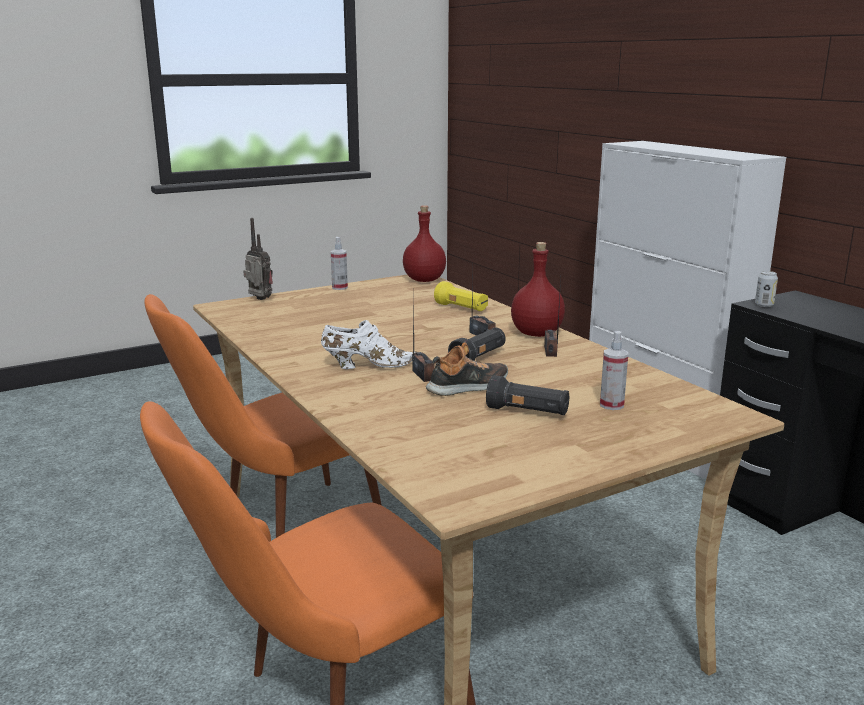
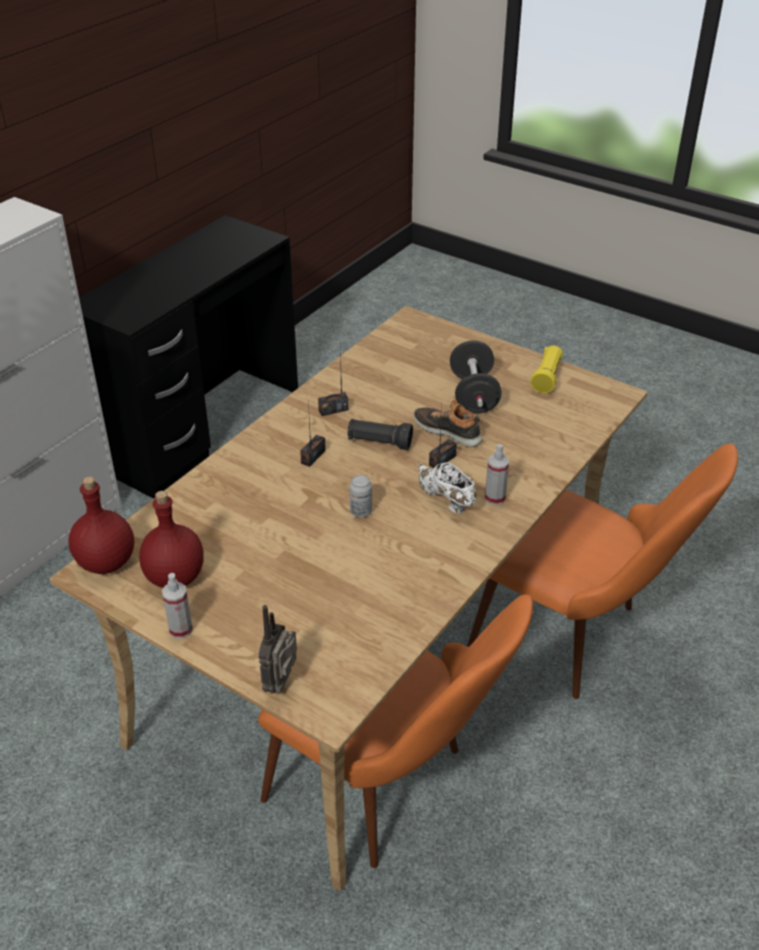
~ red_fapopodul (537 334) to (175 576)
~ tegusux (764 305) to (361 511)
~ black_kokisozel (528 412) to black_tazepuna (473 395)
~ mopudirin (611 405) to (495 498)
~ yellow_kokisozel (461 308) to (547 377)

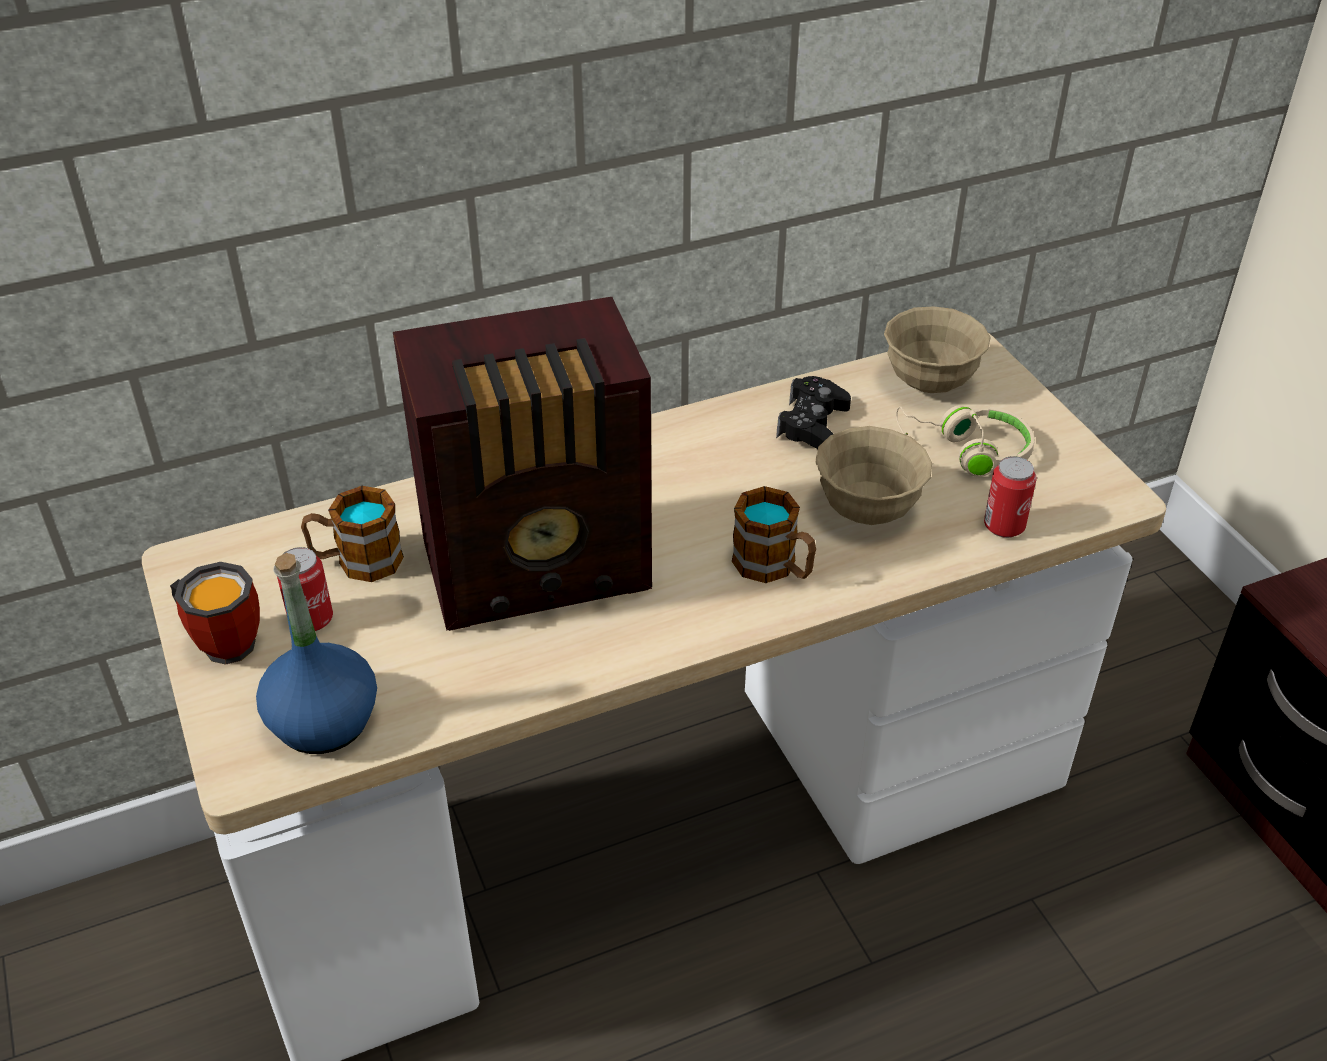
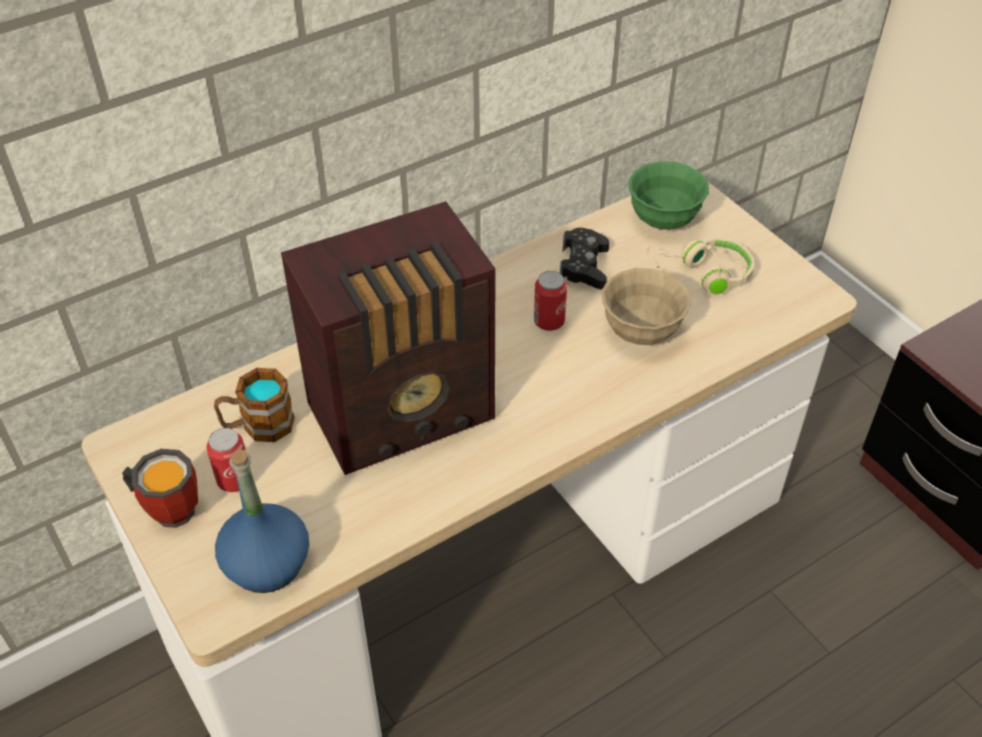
~ tegusux (1004 526) to (549 322)
~ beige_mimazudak (929 382) to green_mimazudak (663 220)
- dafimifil (774 567)

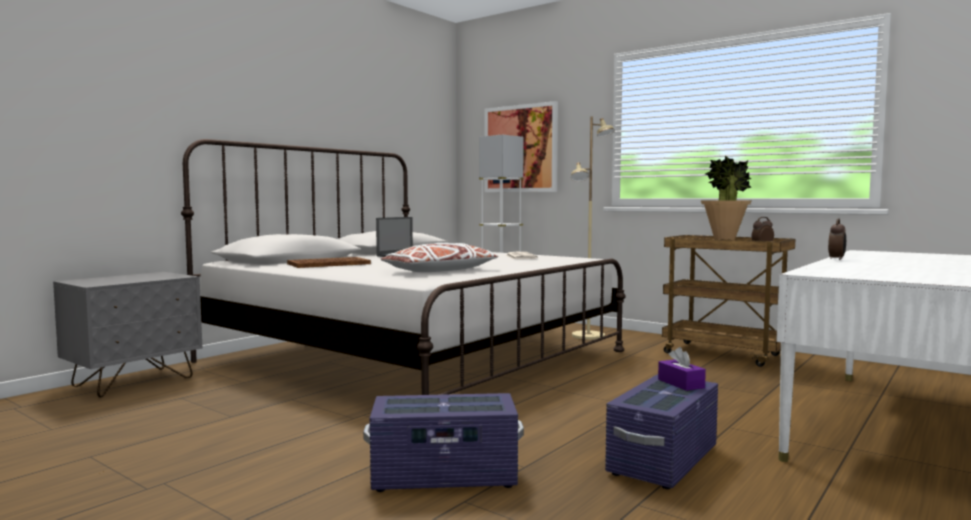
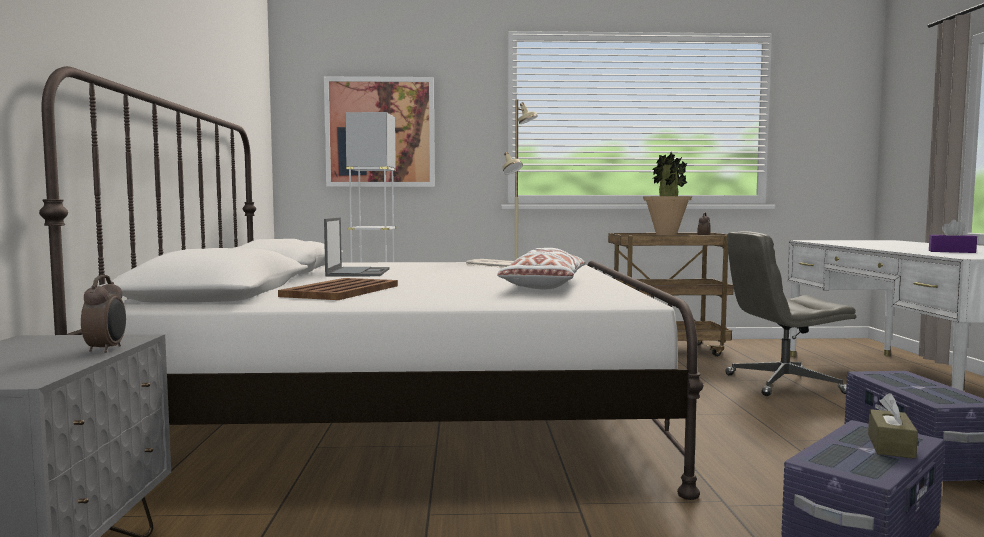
~ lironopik (837 259) to (107 349)
+ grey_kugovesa (782 384)
+ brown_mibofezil (890 446)
~ purple_mibofezil (681 383) to (951 251)

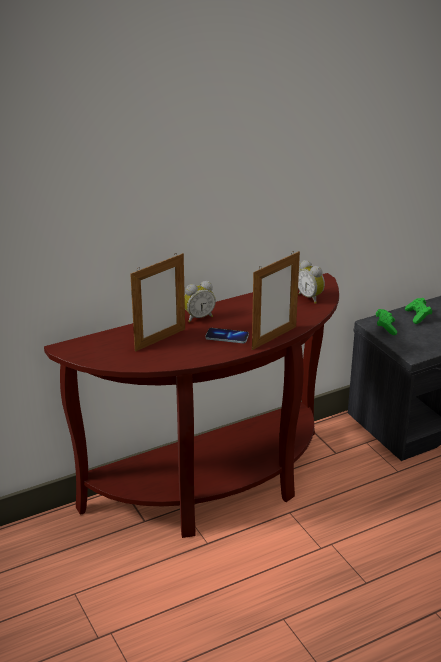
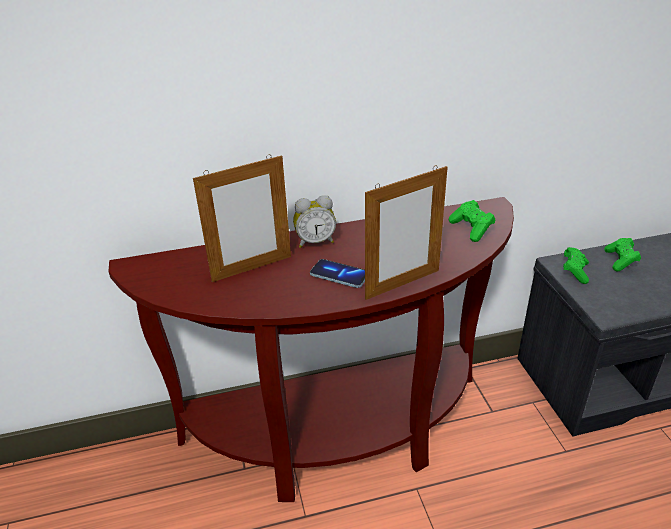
~ lironopik (310 297) to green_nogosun (471 229)

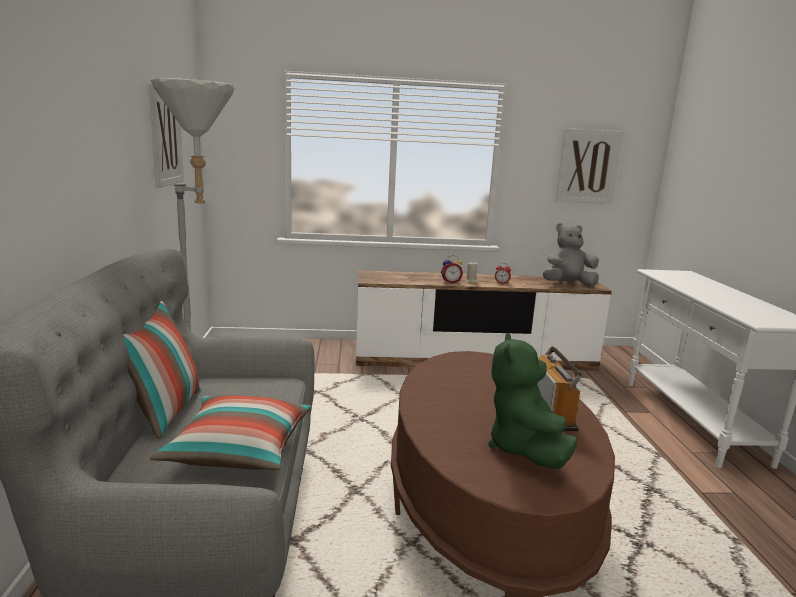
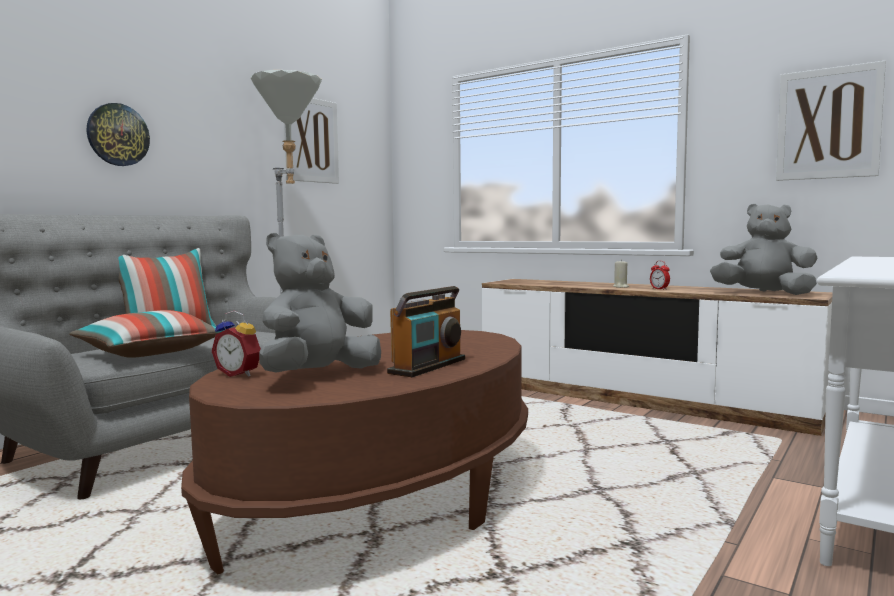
+ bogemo (118 135)
~ lironopik (450 282) to (240 374)
~ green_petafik (524 449) to grey_petafik (319 375)

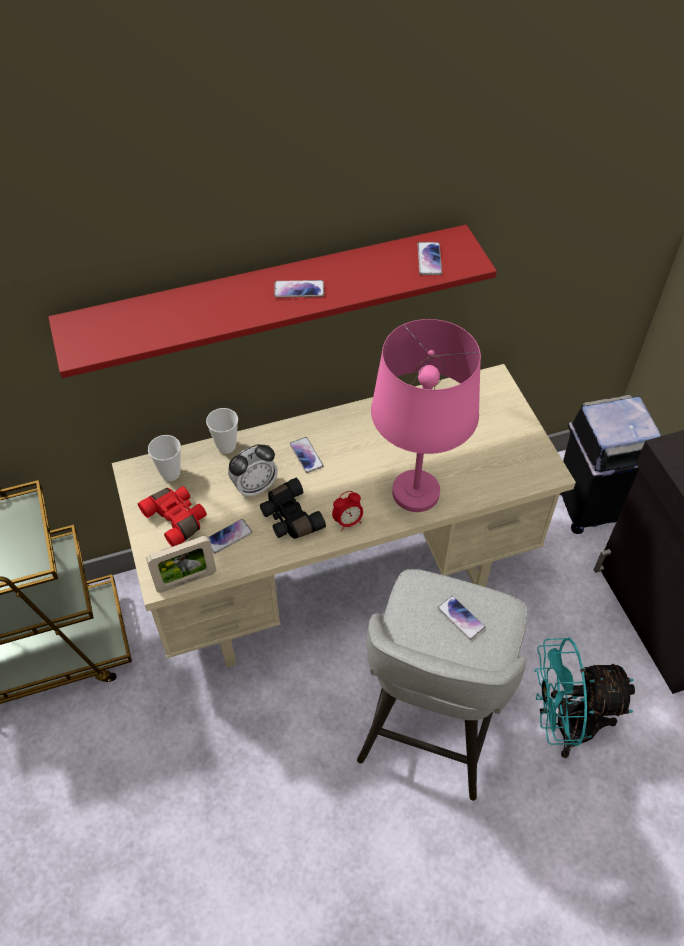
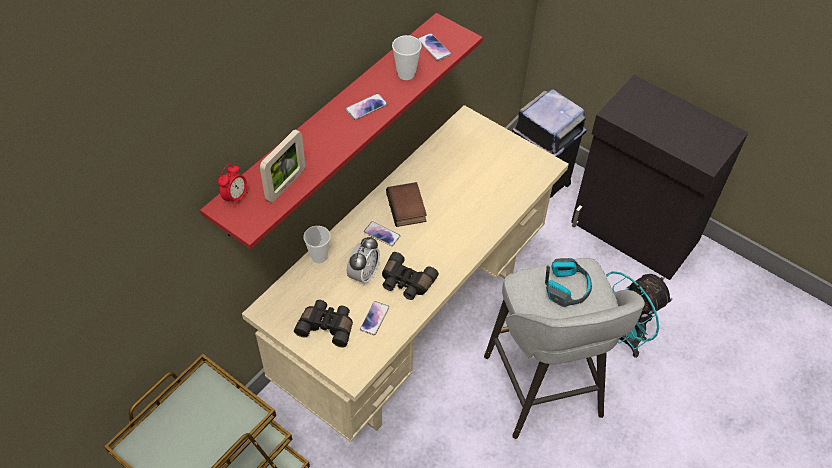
~ lironopik (348 522) to (235 197)
~ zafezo (186 580) to (286 185)
~ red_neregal (177 519) to black_neregal (327 326)
+ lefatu (408 208)
~ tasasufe (170 473) to (406 74)
~ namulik (461 618) to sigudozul (566 287)
- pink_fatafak (415 493)

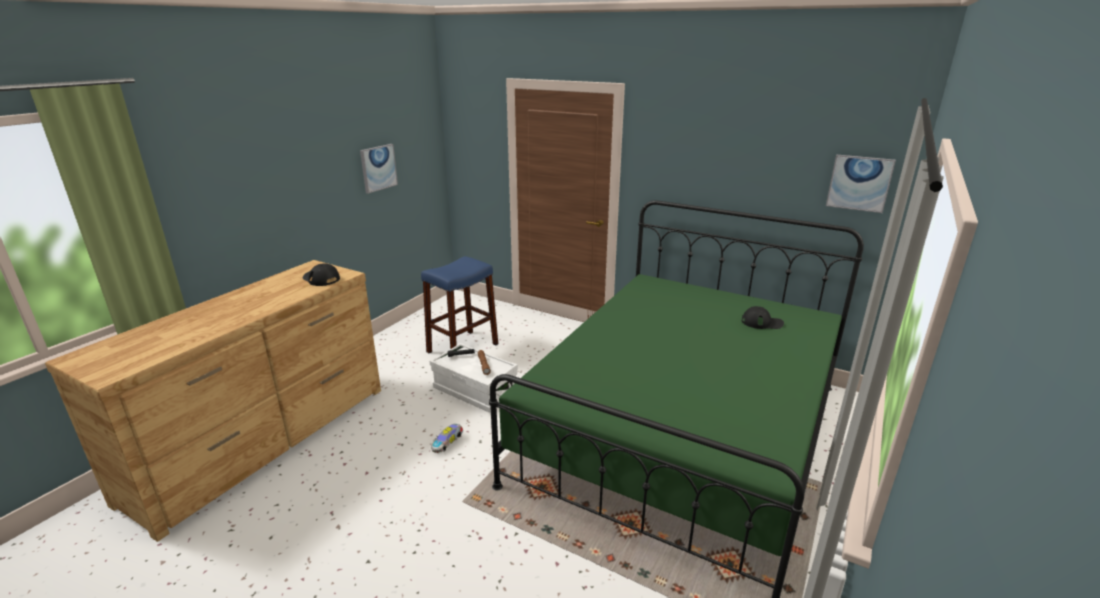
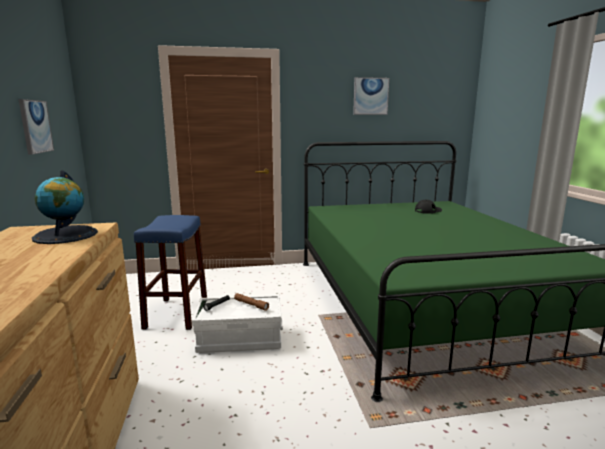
~ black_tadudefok (321 279) to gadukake (66 235)
~ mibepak (859 183) to (370 96)
- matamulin (447 443)

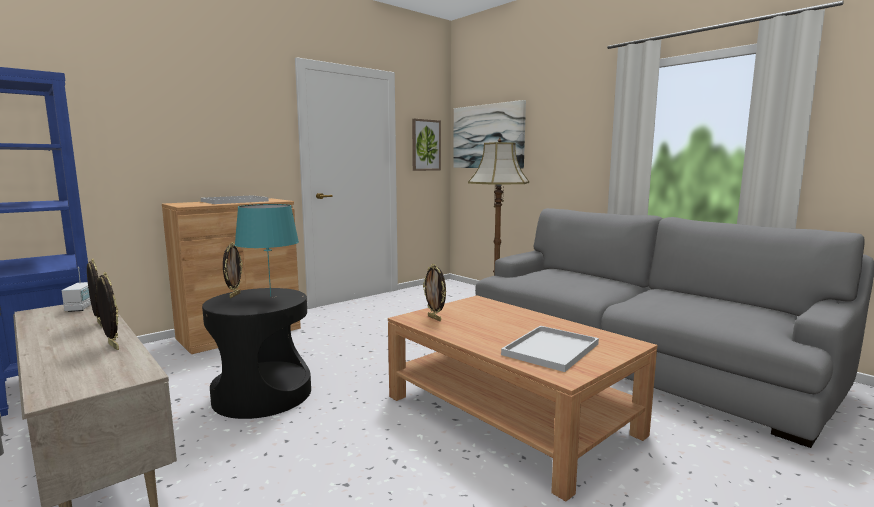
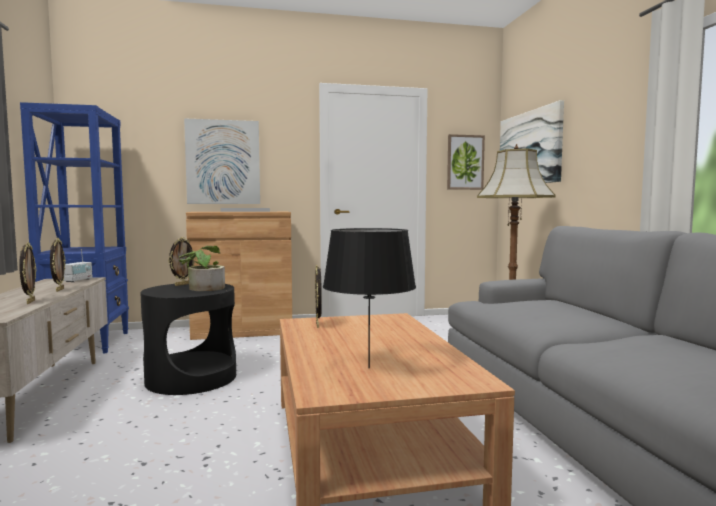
~ turquoise_fatafak (270 296) to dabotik (203 288)
+ mibepak (223 162)
~ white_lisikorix (550 348) to black_fatafak (369 368)

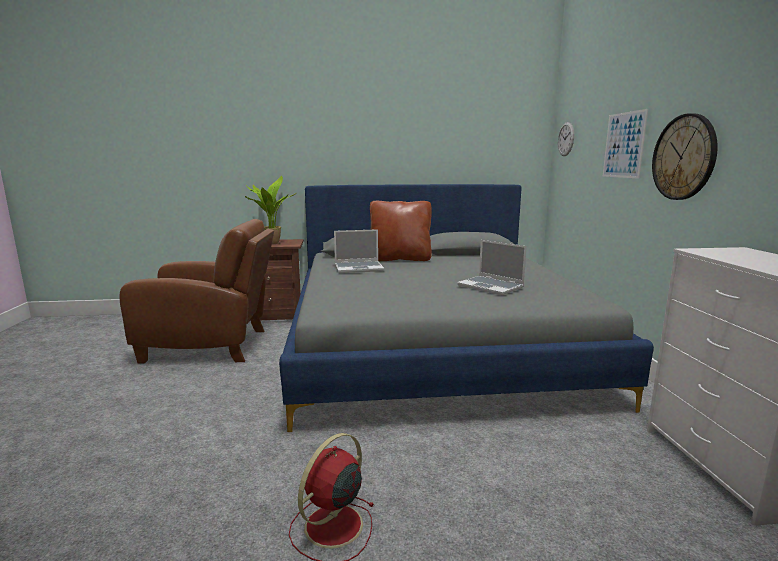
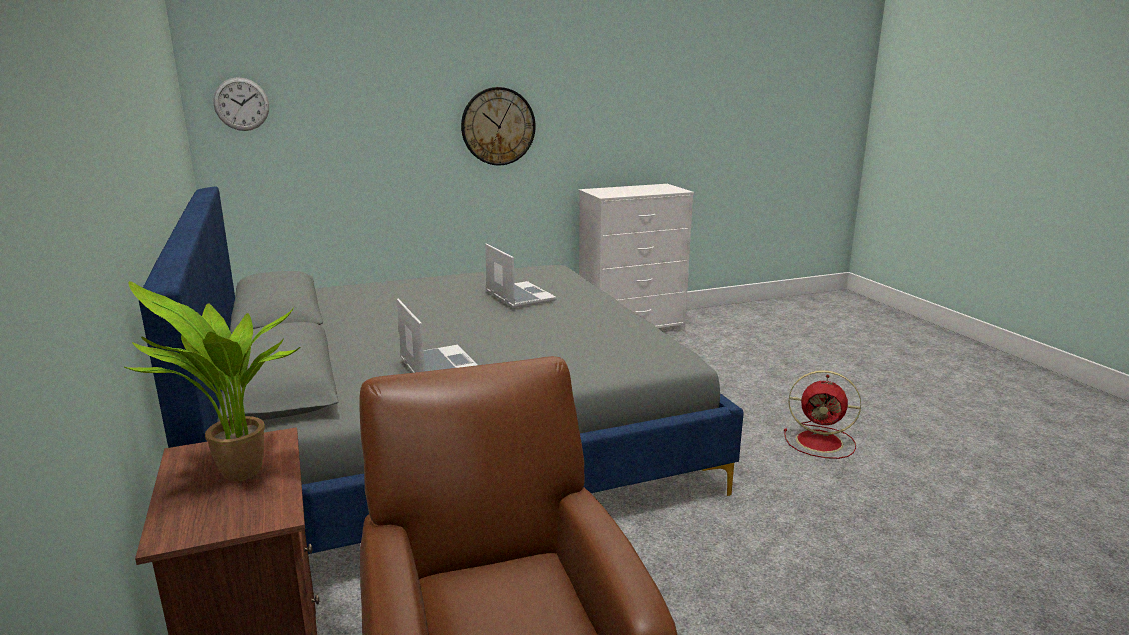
~ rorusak (491 287) = (518 296) 60 degrees counterclockwise
- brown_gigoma (400 259)
- mibepak (624 145)

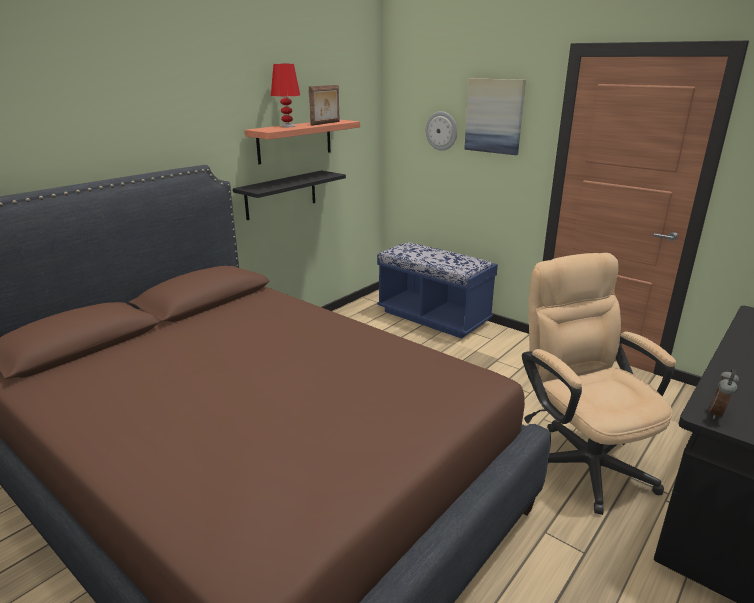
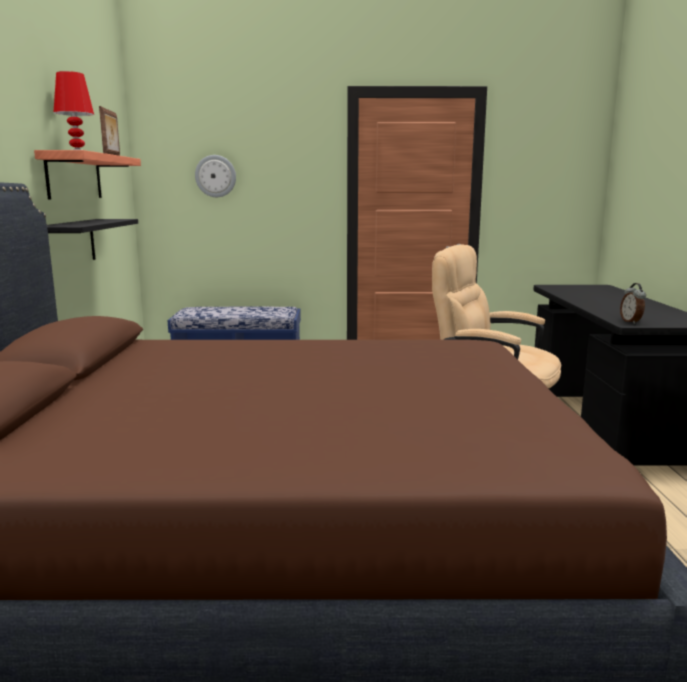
- mibepak (494 116)

